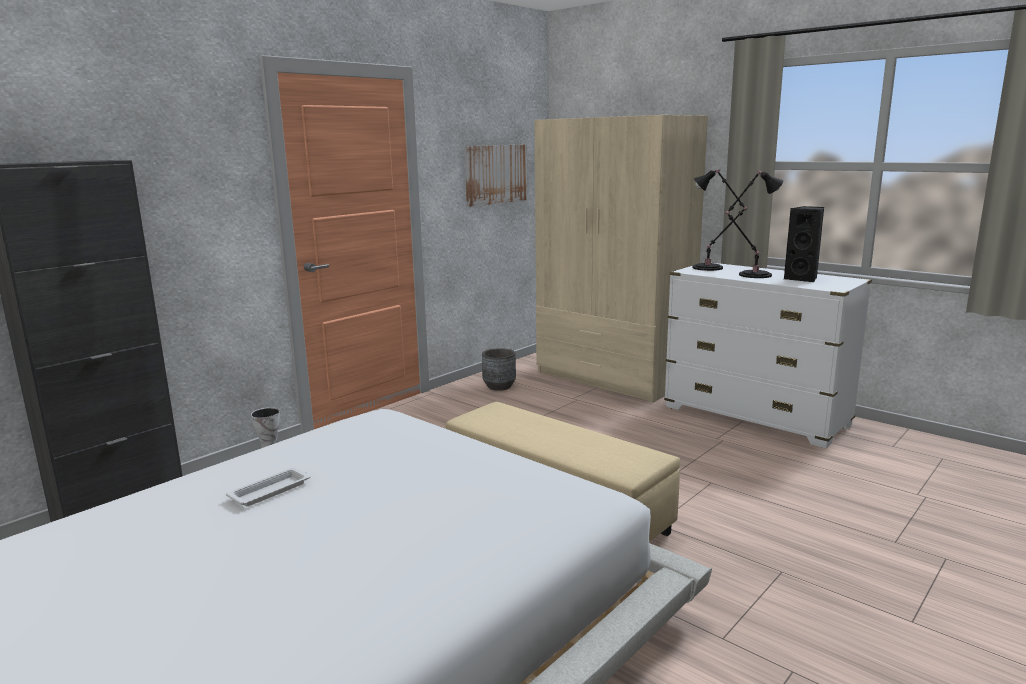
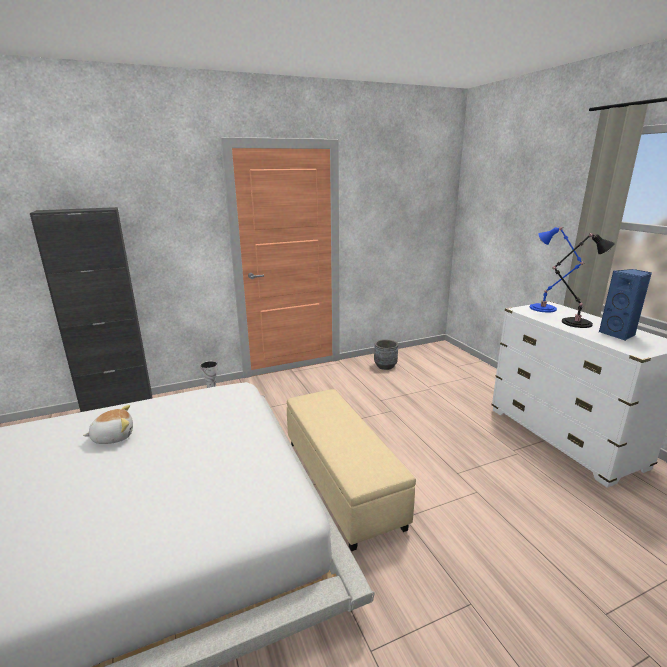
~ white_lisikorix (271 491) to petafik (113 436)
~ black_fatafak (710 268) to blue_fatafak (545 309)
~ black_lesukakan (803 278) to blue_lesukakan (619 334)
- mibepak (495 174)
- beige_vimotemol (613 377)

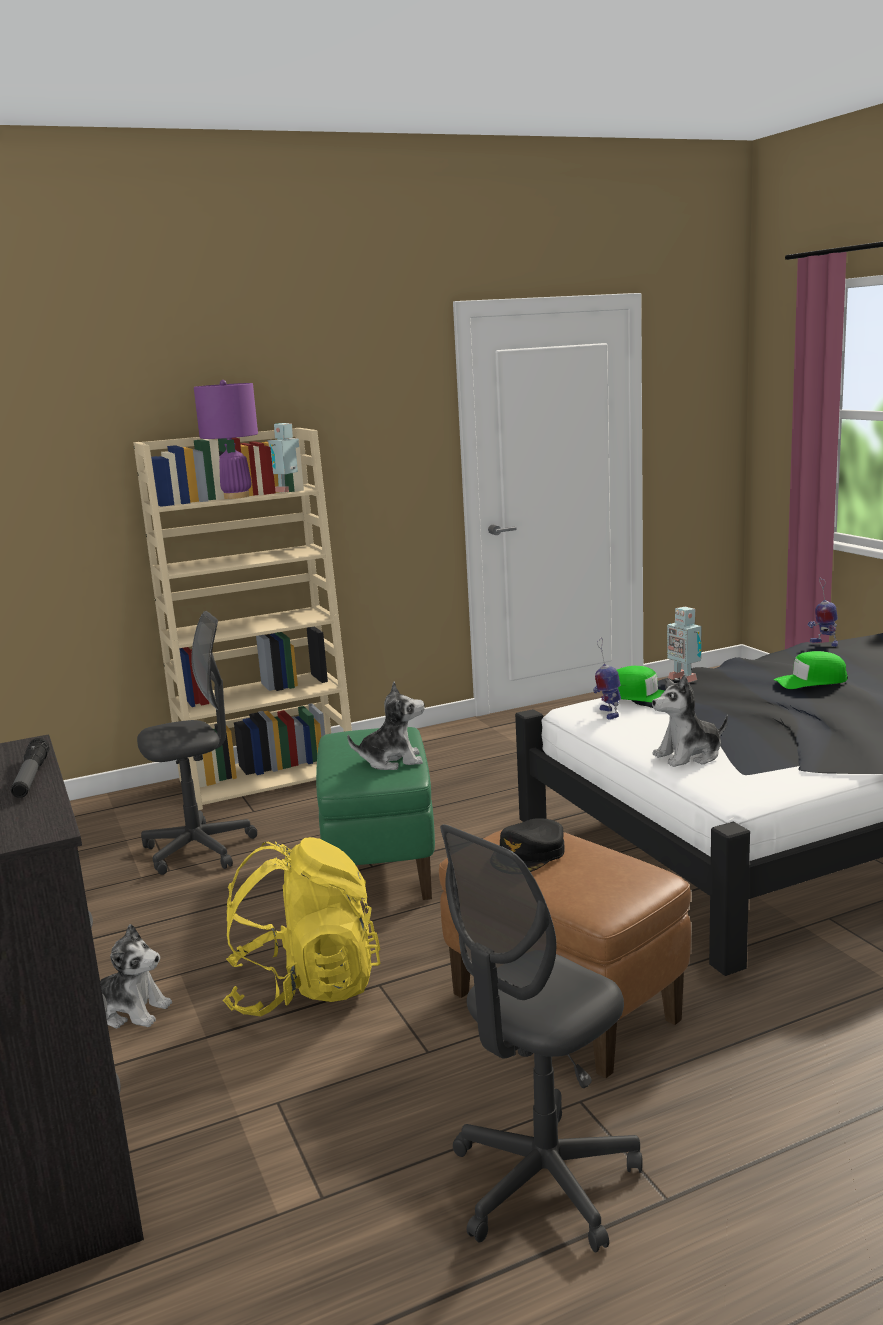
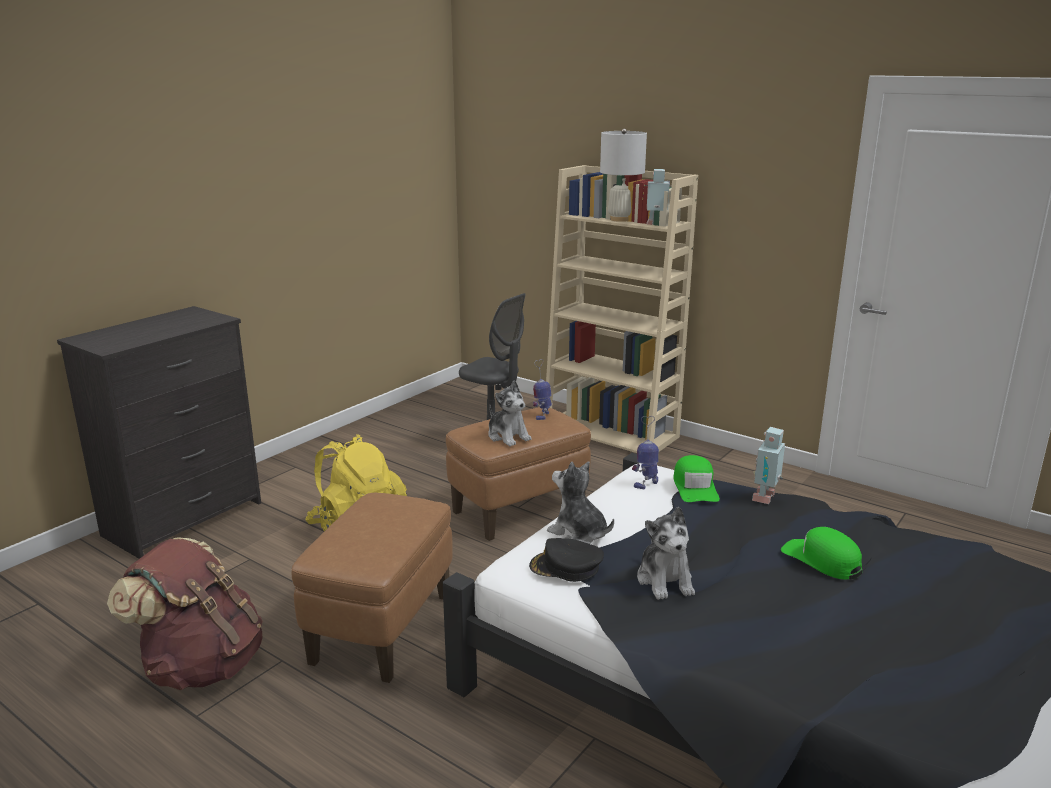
~ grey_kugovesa (544 1183) to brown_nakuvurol (201 665)
~ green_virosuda (380 867) to brown_virosuda (519 510)
~ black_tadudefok (529 855) to (566 567)
~ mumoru (823 643) to (542 415)
~ purple_fatafak (235 496) to white_fatafak (620 219)
~ petafik (132 1011) to (665 580)
- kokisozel (31 777)

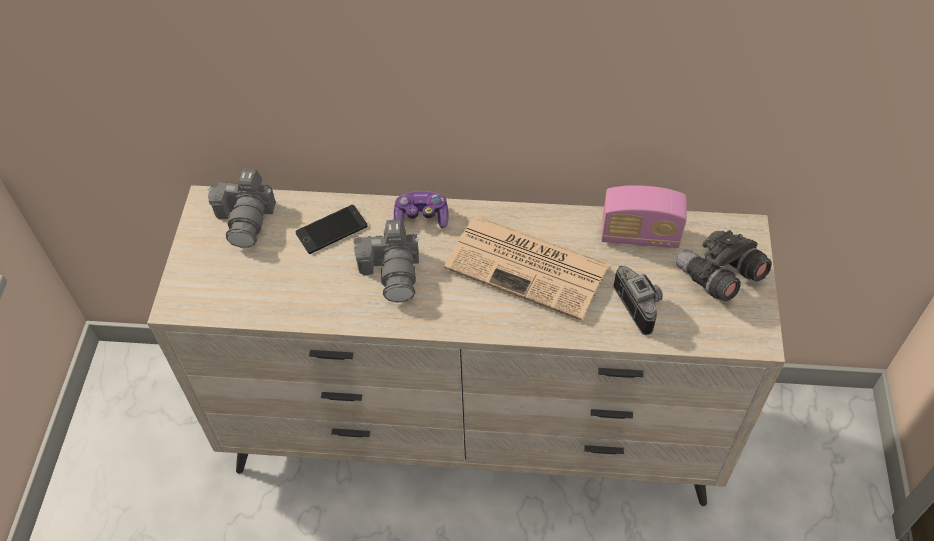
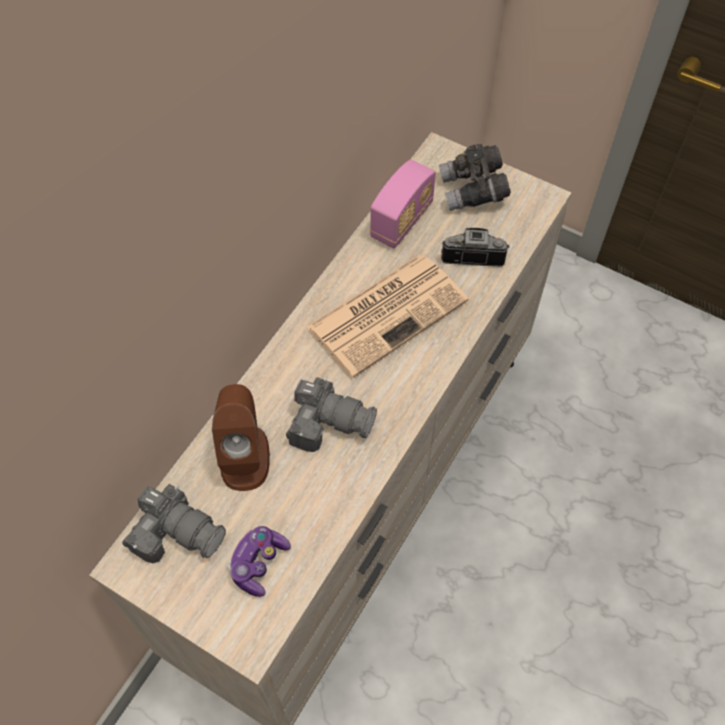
~ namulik (331 230) to brown_lesukakan (244 456)
~ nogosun (421 217) to (258 563)

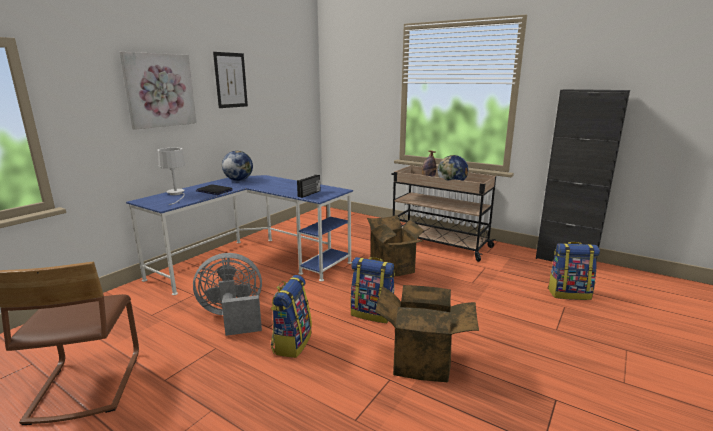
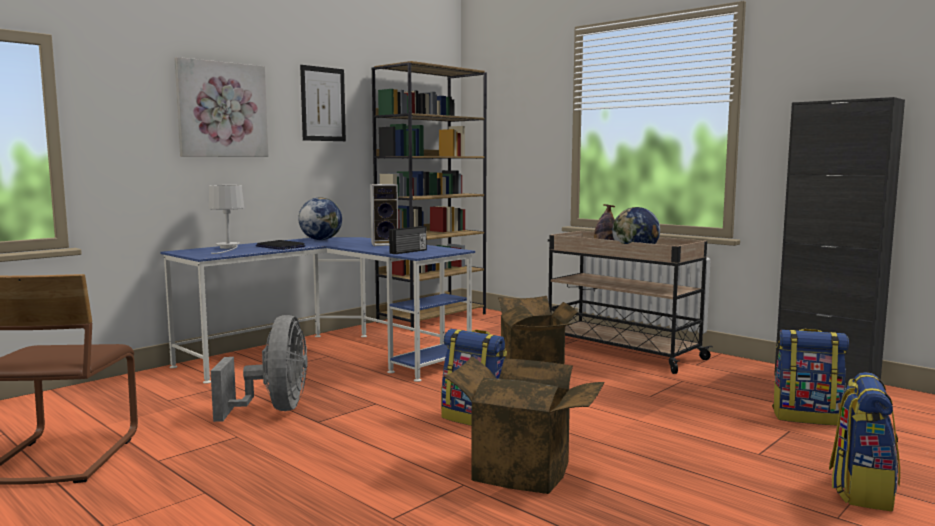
~ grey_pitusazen (233 317) = (274 409) 90 degrees clockwise
+ lesukakan (386 244)
+ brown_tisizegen (432 318)
~ nakuvurol (292 343) to (861 491)

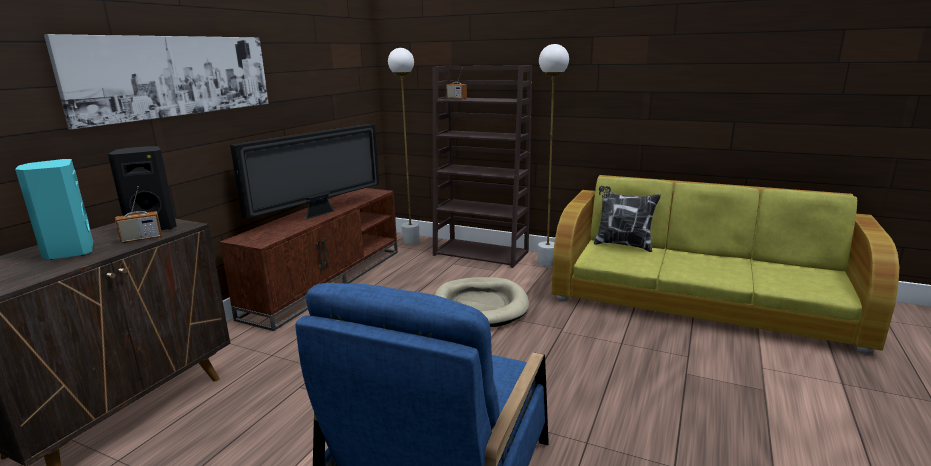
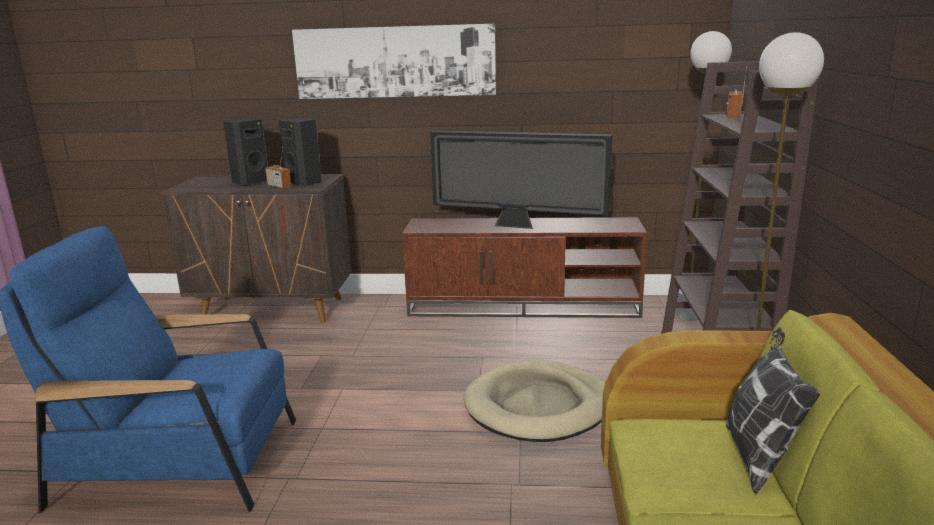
~ turquoise_lesukakan (68 252) to black_lesukakan (250 182)

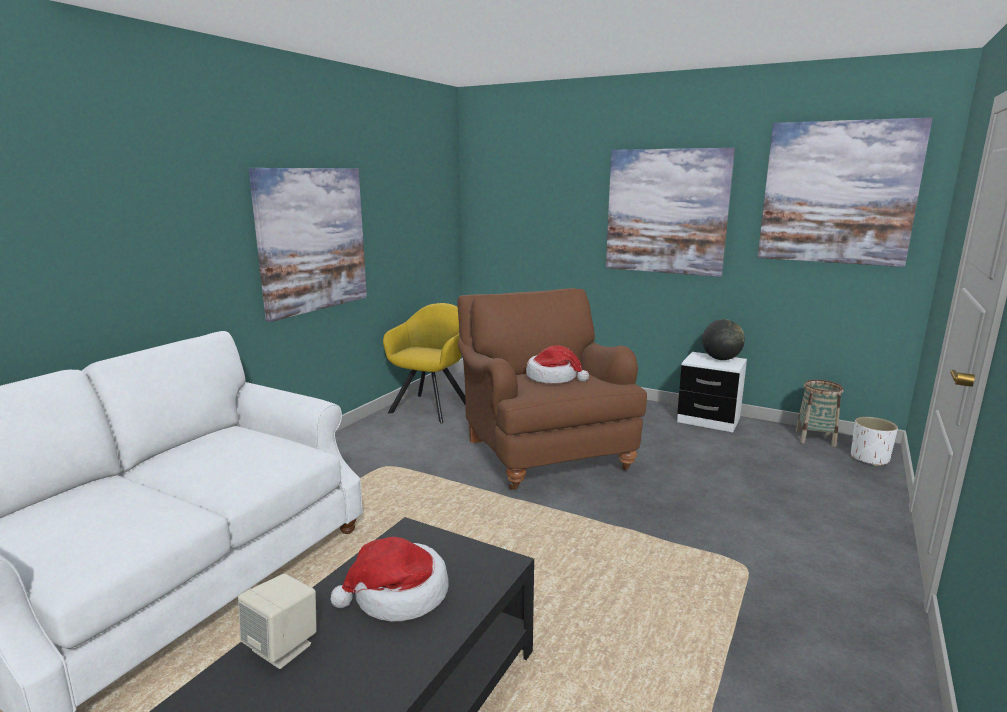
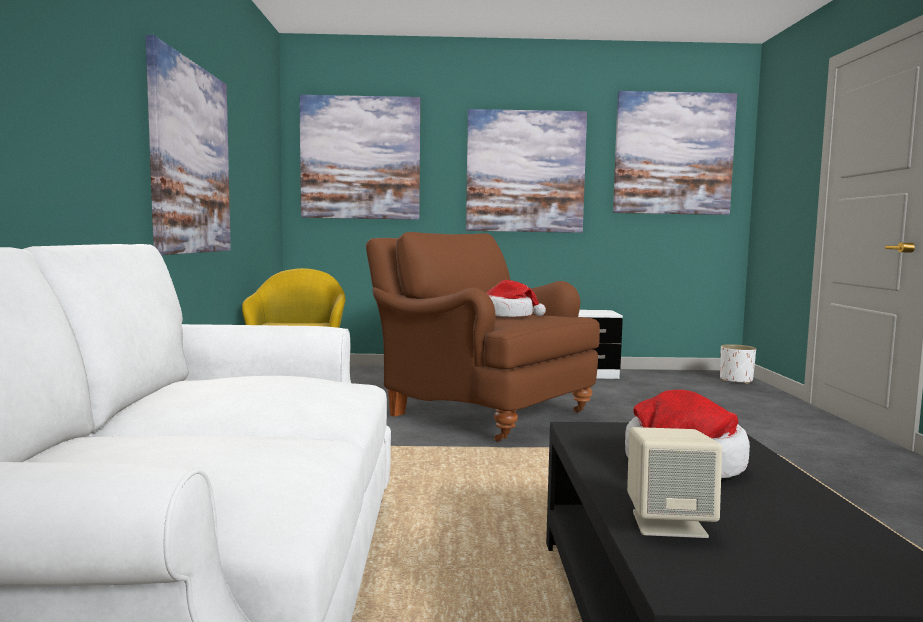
+ mibepak (360 158)
- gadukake (721 359)
- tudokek (815 438)

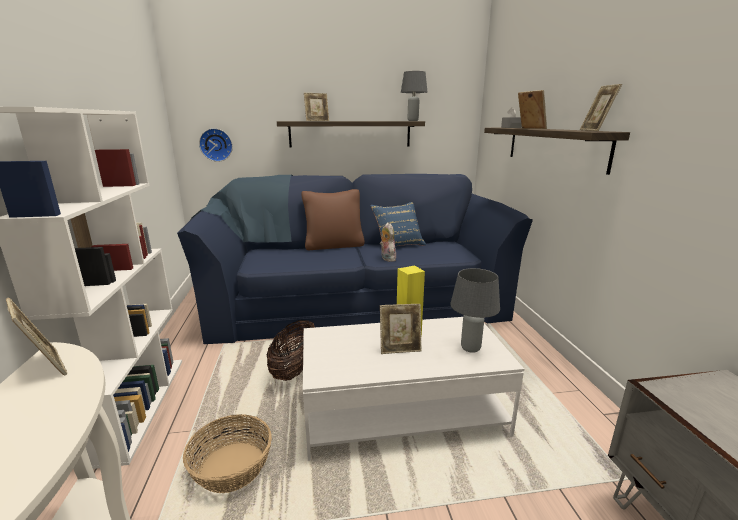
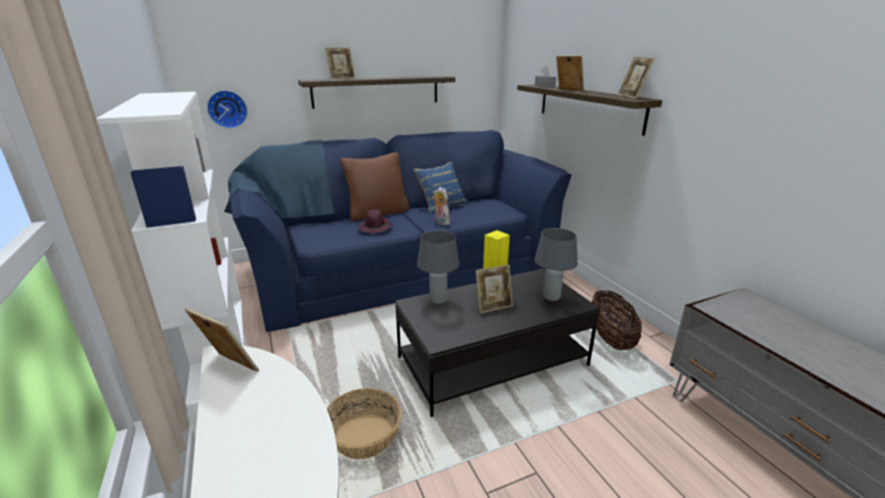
+ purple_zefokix (375 228)
~ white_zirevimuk (402 410) to black_zirevimuk (492 361)
~ grey_fatafak (413 121) to (438 300)
~ tudokek (294 369) to (610 338)

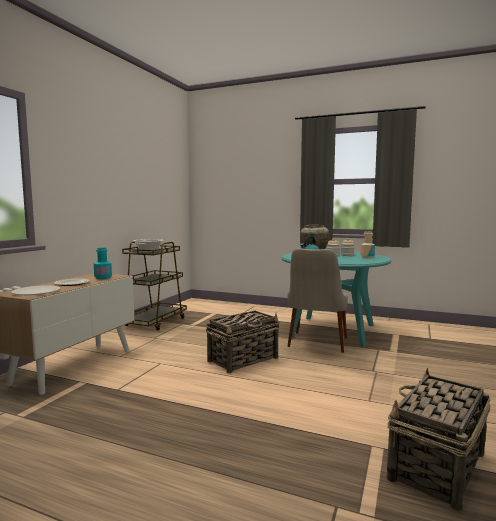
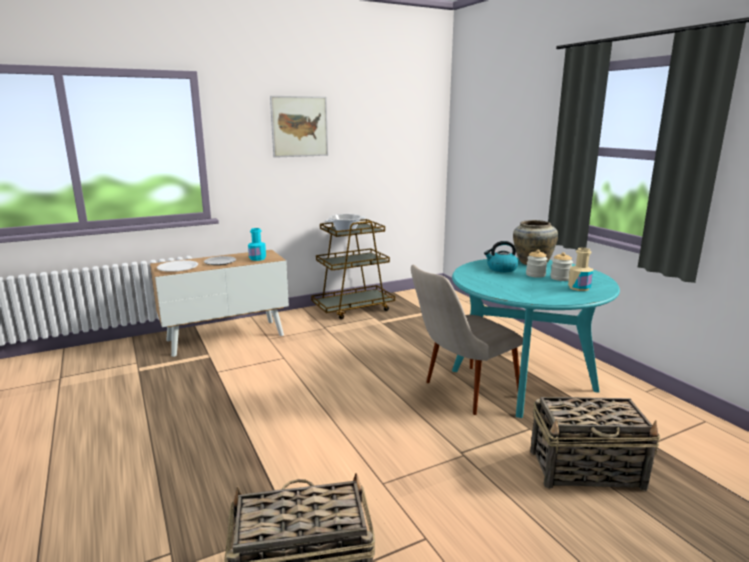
+ mibepak (299 126)
~ tudokek (243 359) to (587 469)

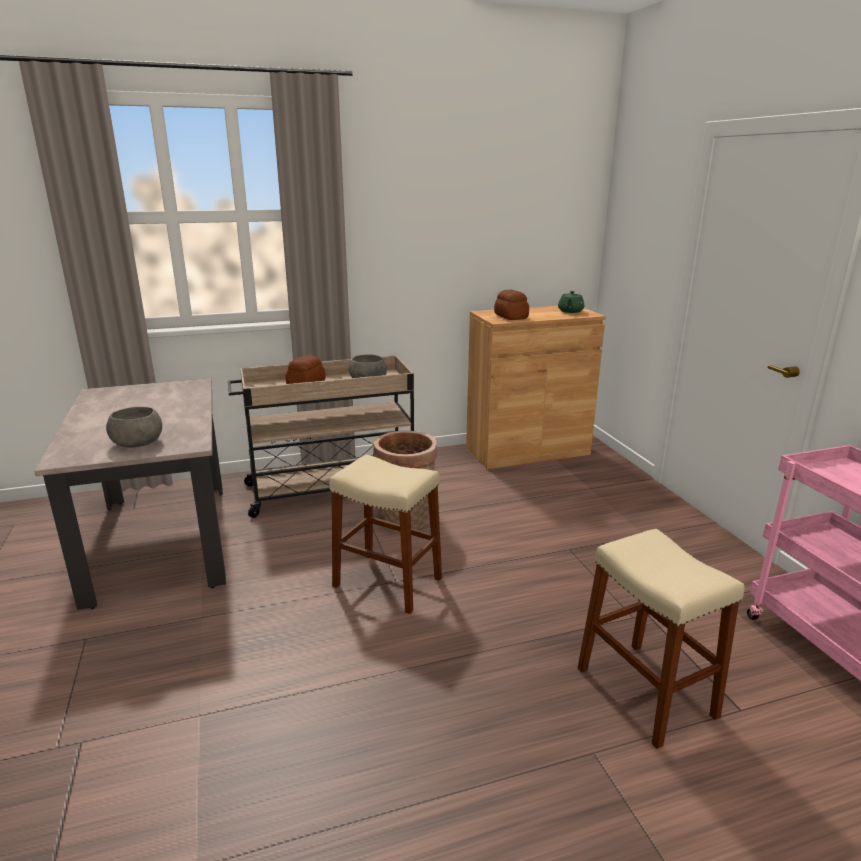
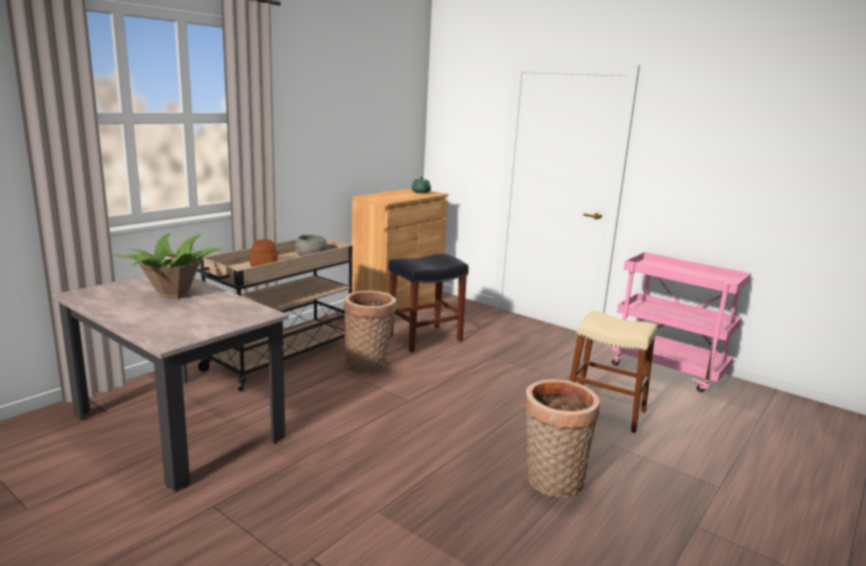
+ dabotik (173 295)
+ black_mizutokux (425 338)
+ tudokek (551 482)
- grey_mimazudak (138 443)
- beige_mizutokux (387 582)
- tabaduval (511 316)

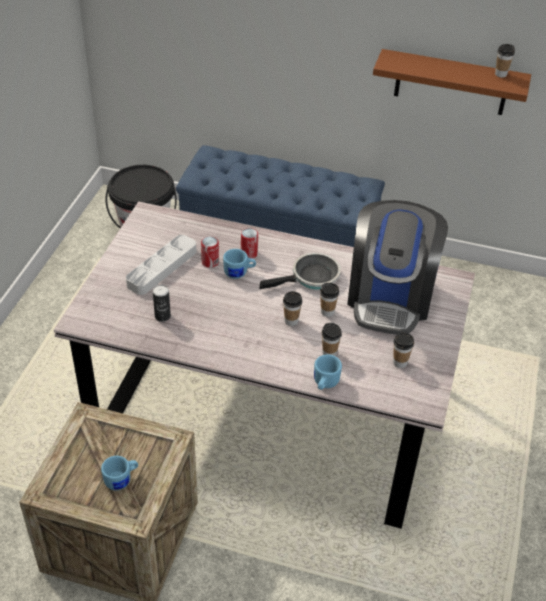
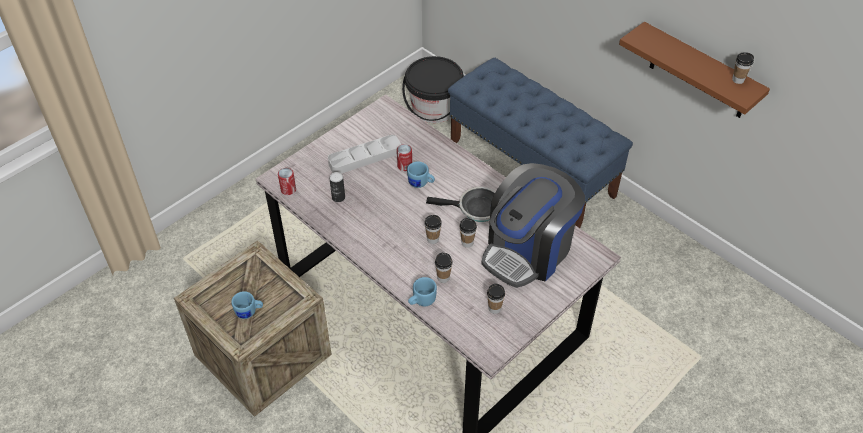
~ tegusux (249 253) to (288 189)

